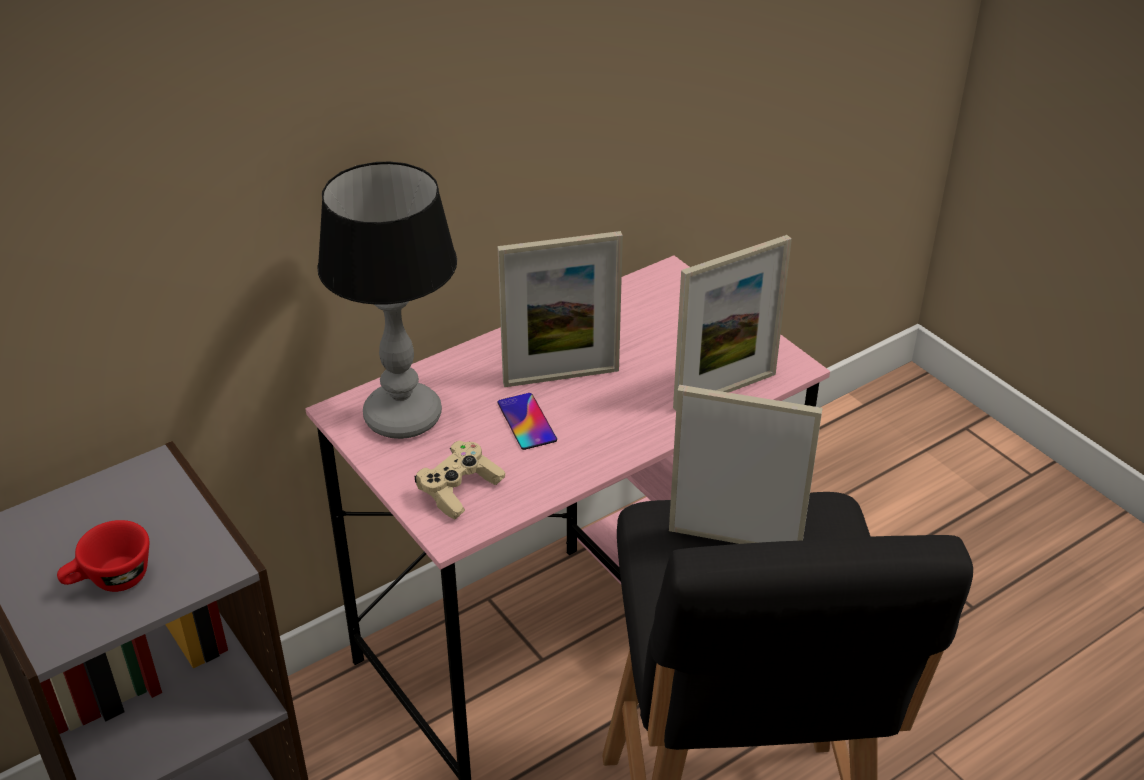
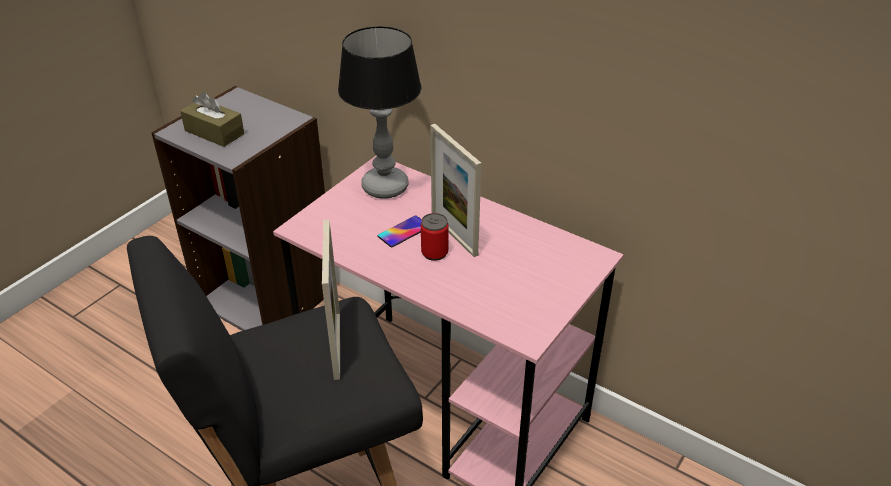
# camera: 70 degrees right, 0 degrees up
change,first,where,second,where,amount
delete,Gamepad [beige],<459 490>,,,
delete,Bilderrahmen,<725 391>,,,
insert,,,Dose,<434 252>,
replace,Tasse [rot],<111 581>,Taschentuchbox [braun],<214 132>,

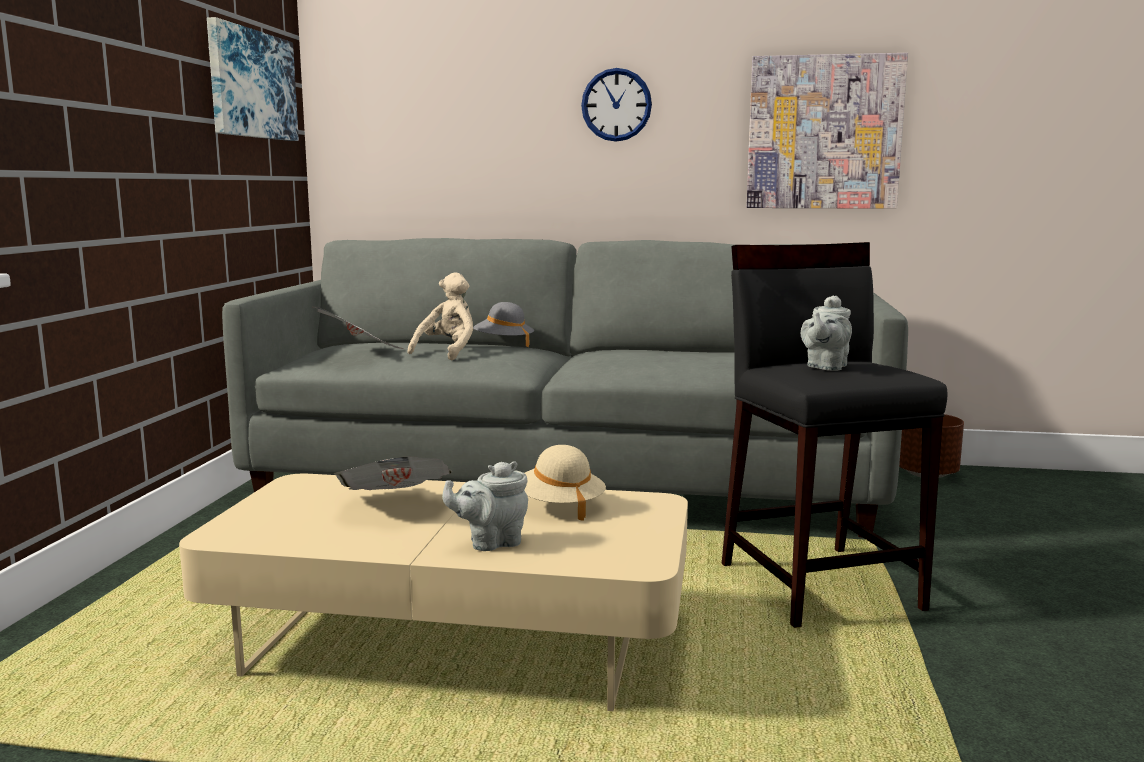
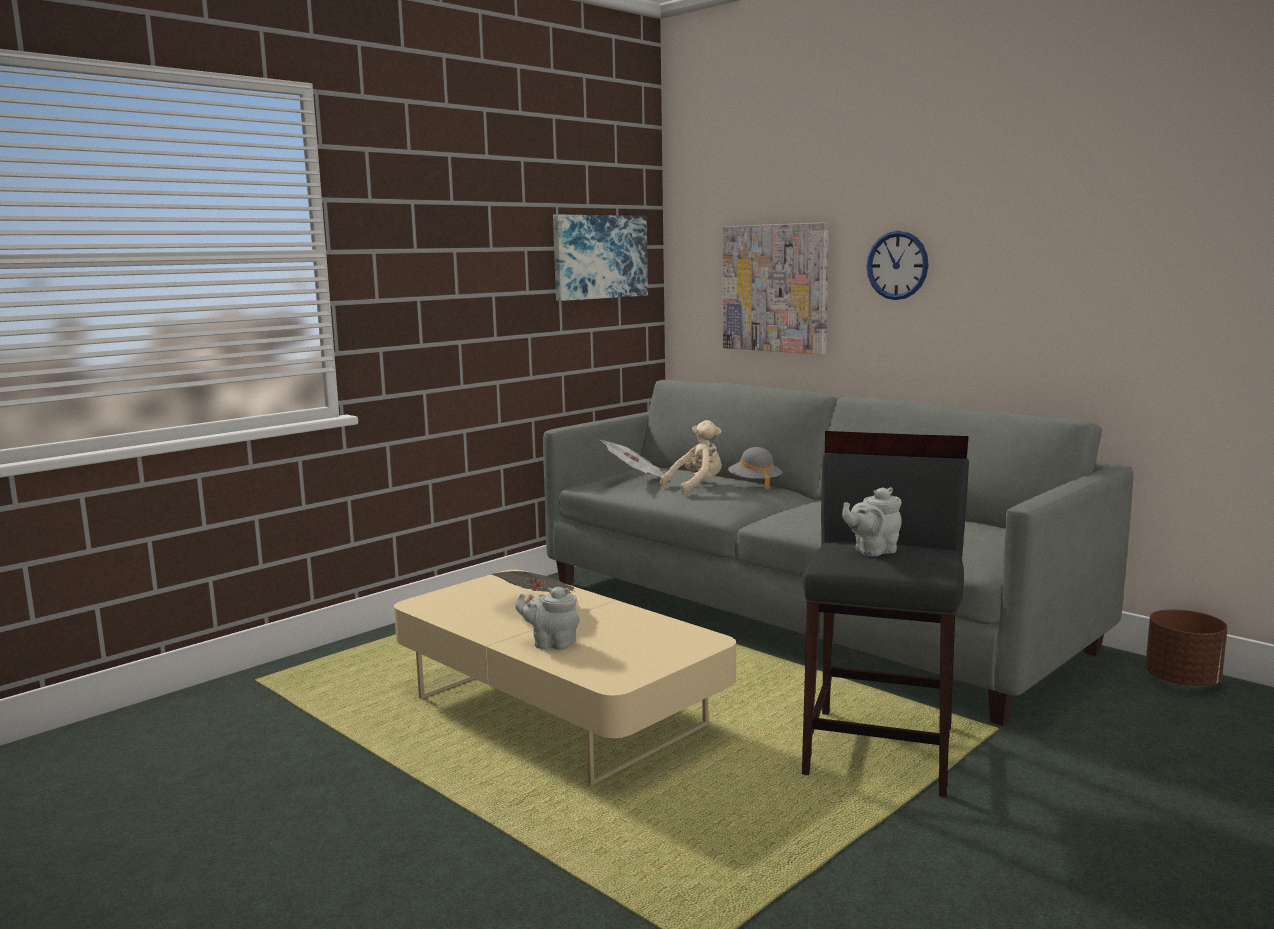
# camera: 35 degrees right, 0 degrees up
change,first,where,second,where,amount
delete,Hut [beige],<559 506>,,,
move,Bild,<824 133>,,<775 288>,

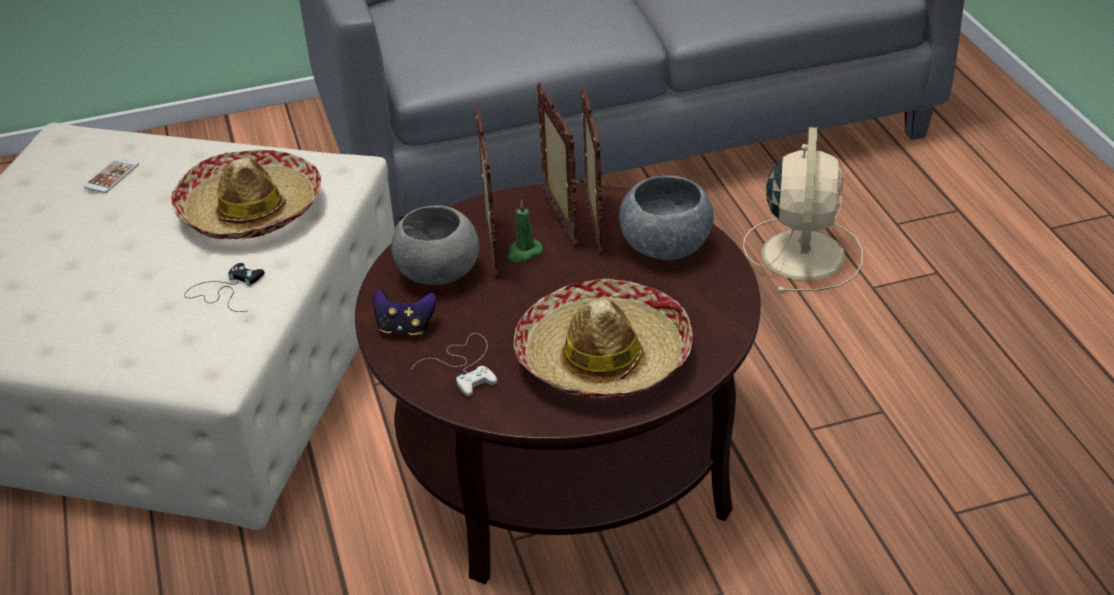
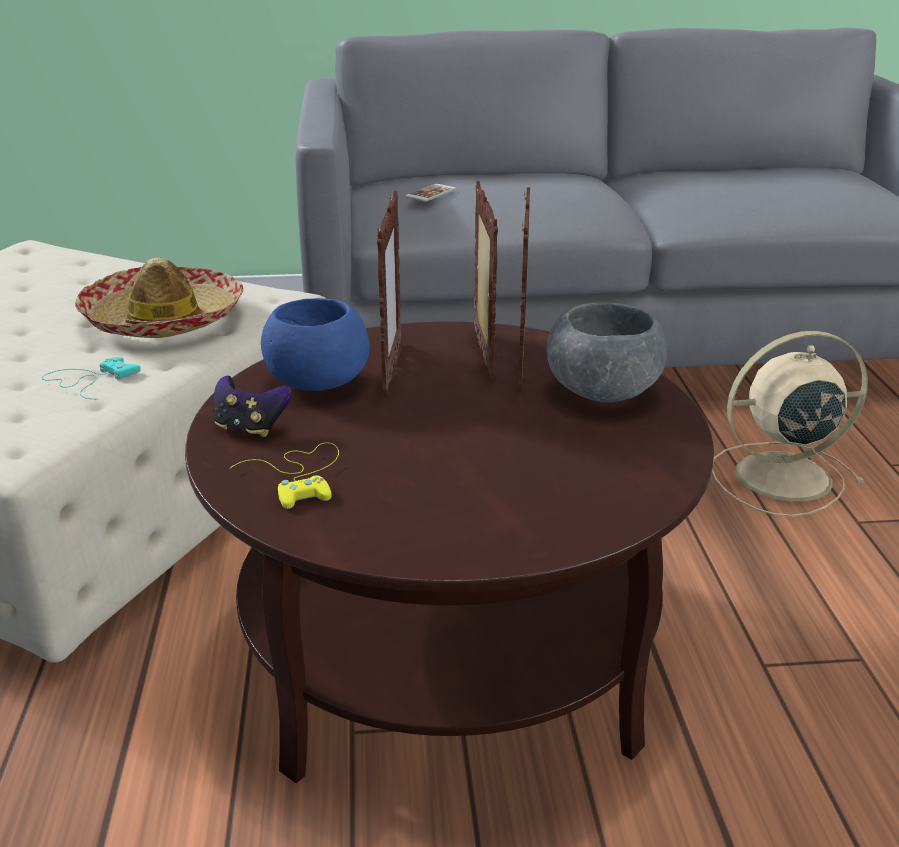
# camera: 10 degrees right, 10 degrees down
change,first,where,second,where,amount
delete,Kerze [grün],<523 253>,,,
delete,Hut,<603 357>,,,
move,Handy,<112 176>,,<431 193>,
recolor,Gamepad [schwarz],<225 291>,Gamepad [türkis],<89 380>,
recolor,Schüssel [grau],<438 275>,Schüssel [blau],<318 384>,
recolor,Gamepad [weiß],<465 365>,Gamepad [gelb],<301 475>,
rotate,Ventilator [beige],<803 252>,,<778 477>,120 degrees counterclockwise

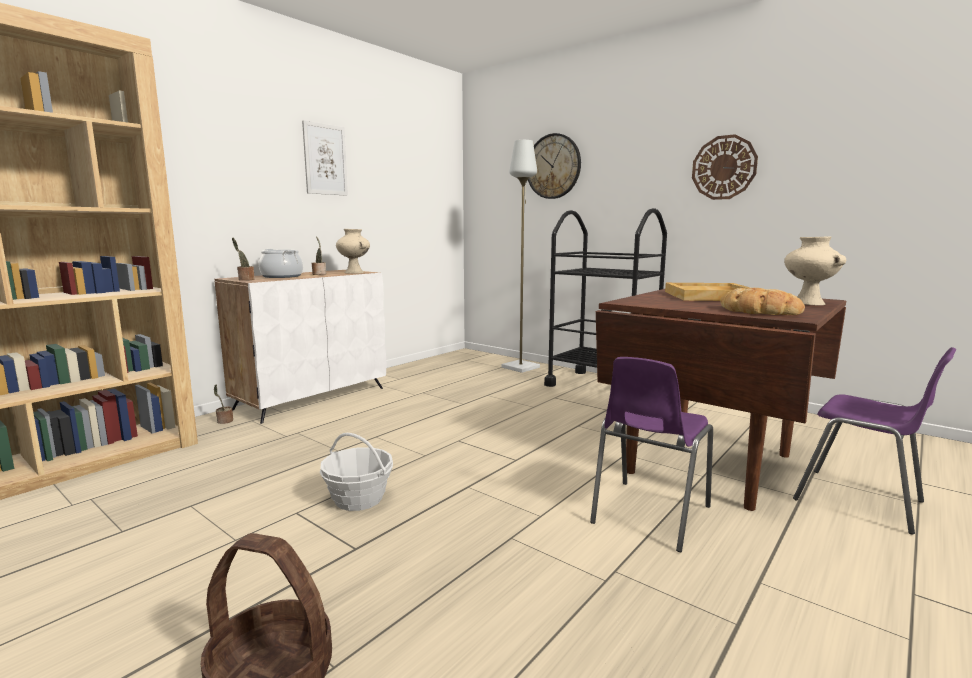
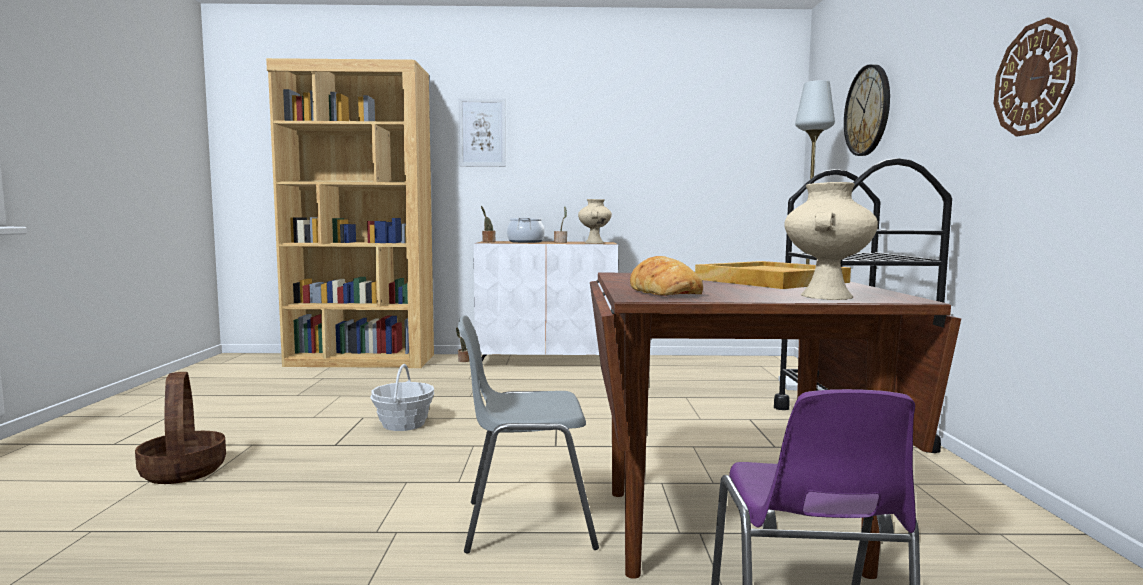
# camera: 50 degrees right, 5 degrees down
change,first,where,second,where,amount
move,Bild,<325 159>,,<482 132>,
recolor,Stuhl [lila],<648 515>,Stuhl [grau],<525 523>,

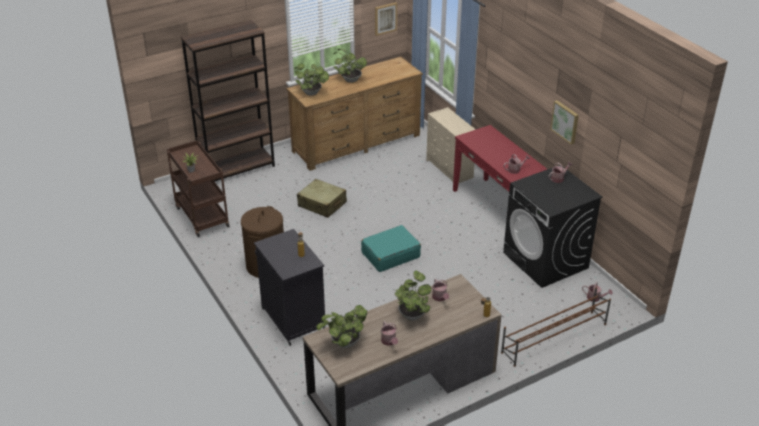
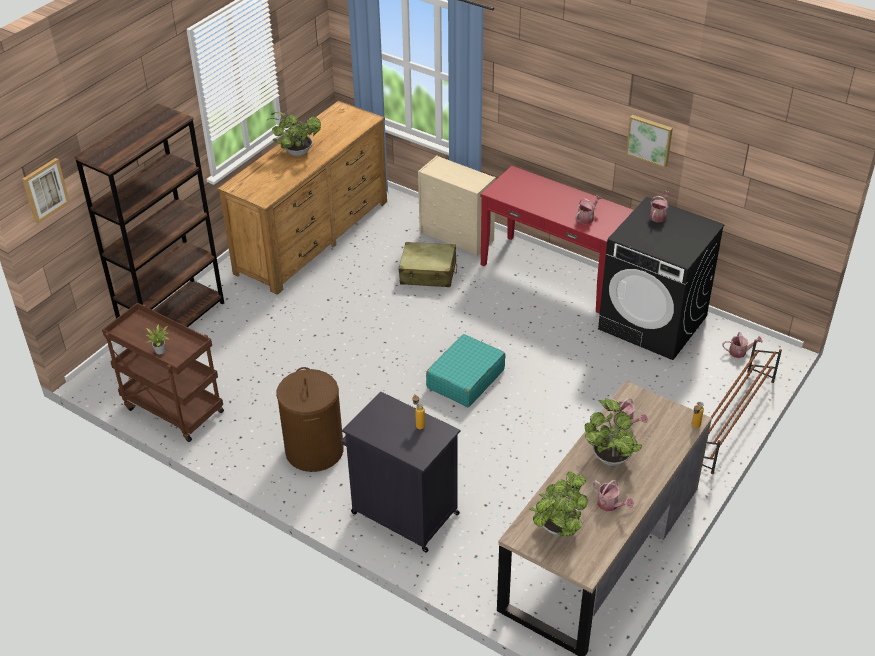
# camera: 25 degrees left, 5 degrees up
change,first,where,second,where,amount
delete,Topfpflanze,<312 93>,,,
move,Koffer [beige],<322 204>,,<428 273>,
move,Bild,<385 18>,,<45 190>,

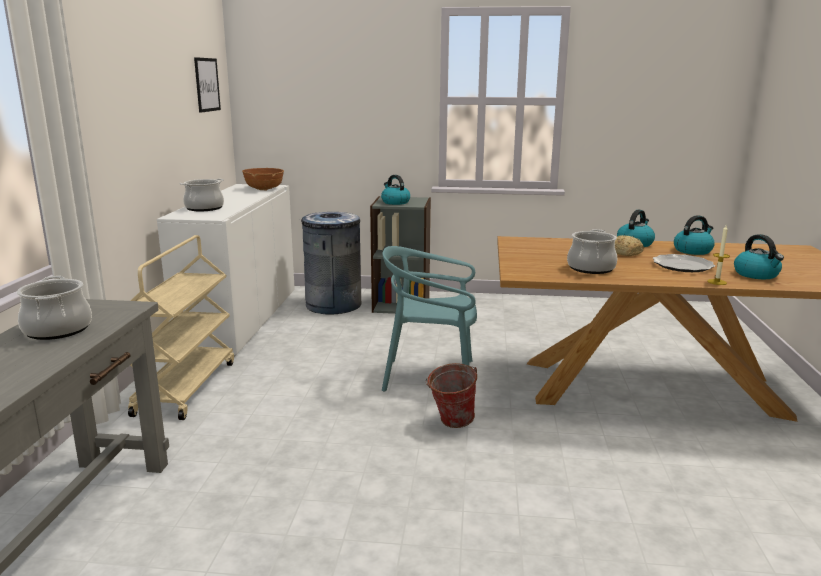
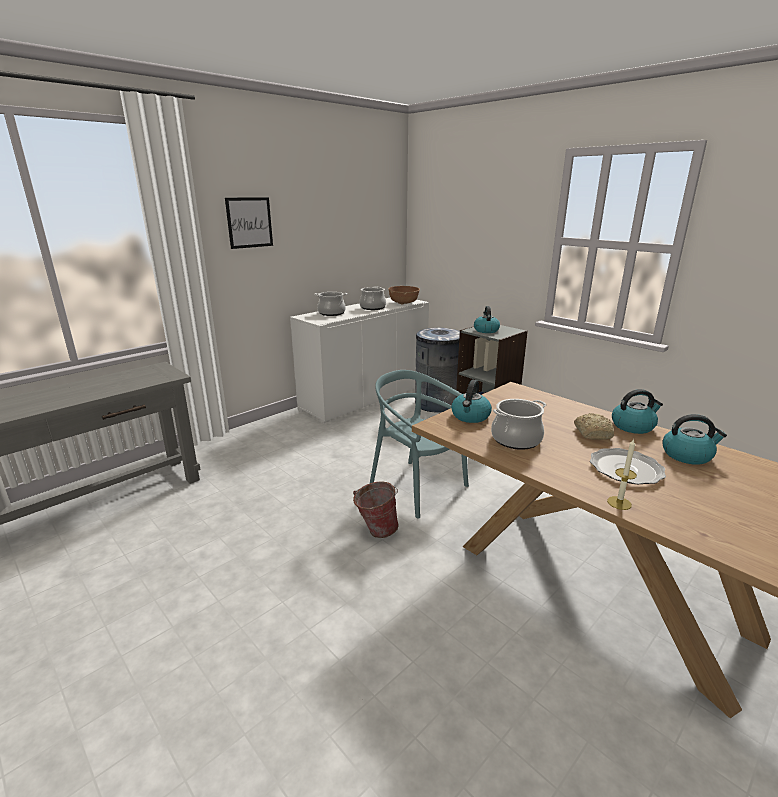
# camera: 40 degrees right, 5 degrees up
change,first,where,second,where,amount
delete,Rollwagen [beige],<185 387>,,,
move,Kochtopf,<58 330>,,<373 307>,
move,Bild,<207 84>,,<249 222>,
move,Wasserkessel,<756 274>,,<470 416>,

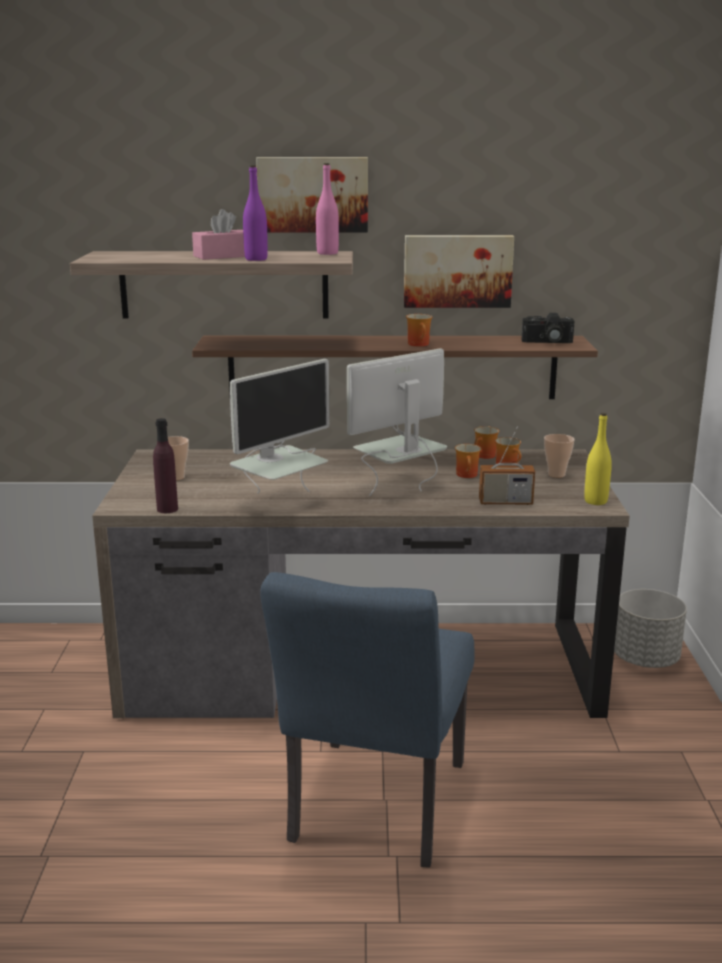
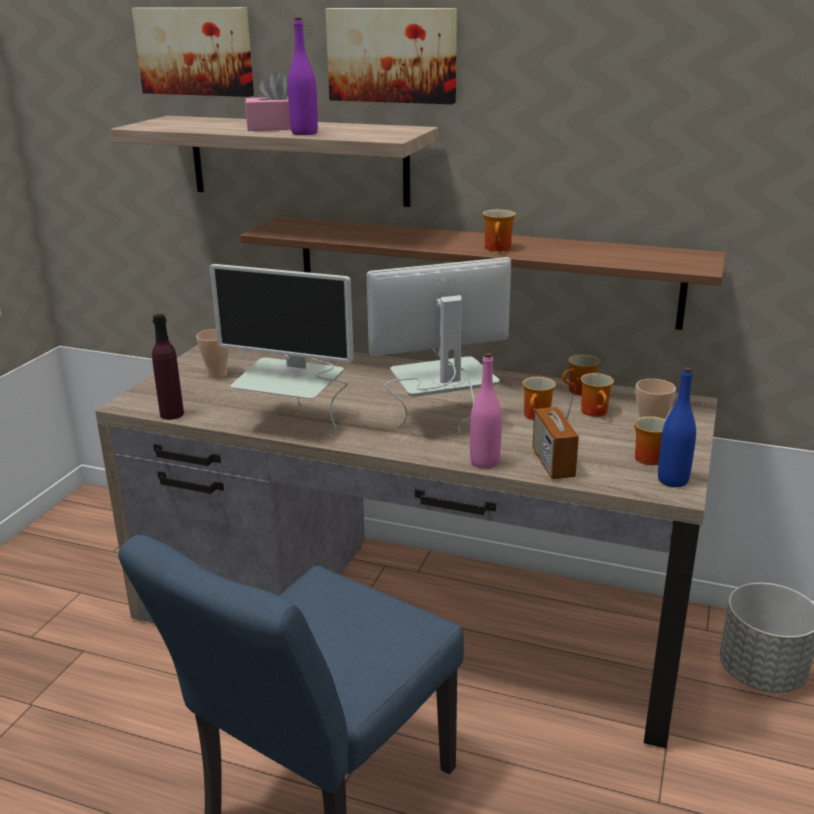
# camera: 20 degrees right, 5 degrees up
change,first,where,second,where,amount
delete,Kamera,<547 342>,,,
insert,,,Henkelbecher,<645 457>,
move,Flasche [rosa],<327 253>,,<484 462>,
move,Bild,<457 271>,,<196 51>,
recolor,Flasche [gelb],<595 501>,Flasche [blau],<672 480>,
rotate,Monitor,<279 502>,,<293 422>,45 degrees clockwise
rotate,Radio,<505 502>,,<553 463>,60 degrees clockwise

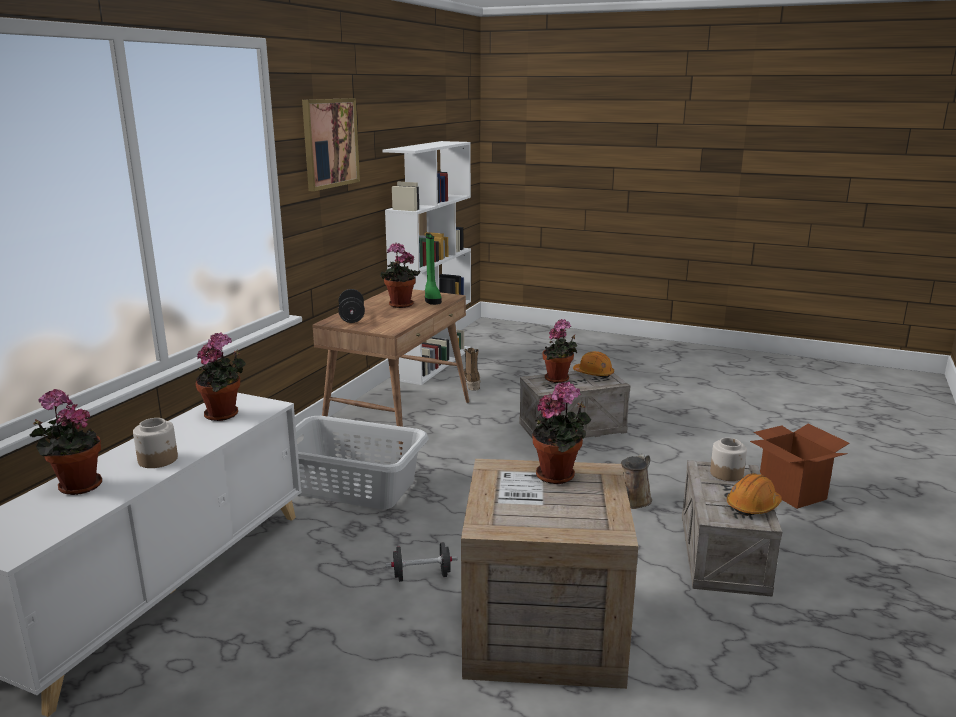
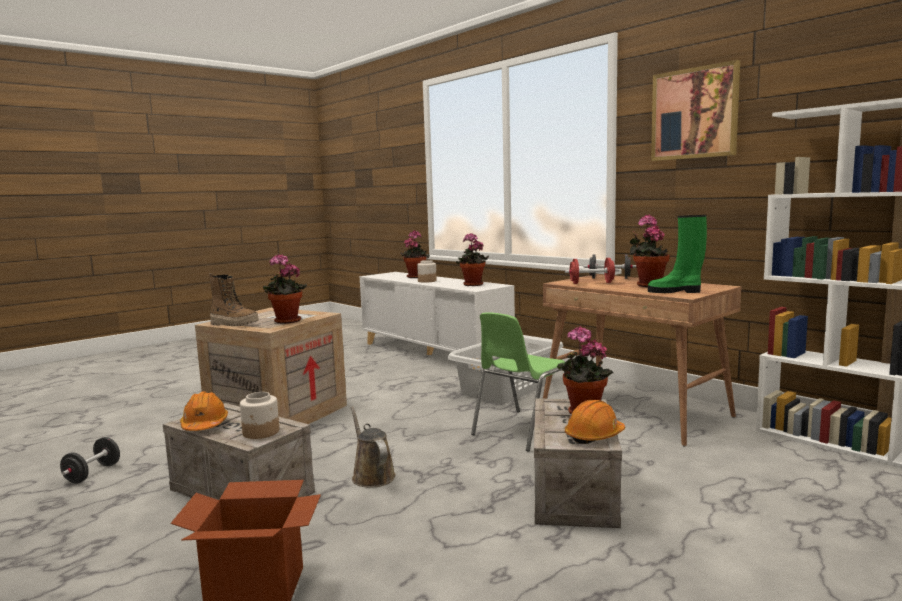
# camera: 115 degrees right, 10 degrees down
change,first,where,second,where,amount
insert,,,Stuhl [grün],<522 430>,
insert,,,Hantel [rot],<591 283>,
move,Hantel [schwarz],<422 576>,,<92 473>,
move,Stiefel,<471 383>,,<234 324>,

